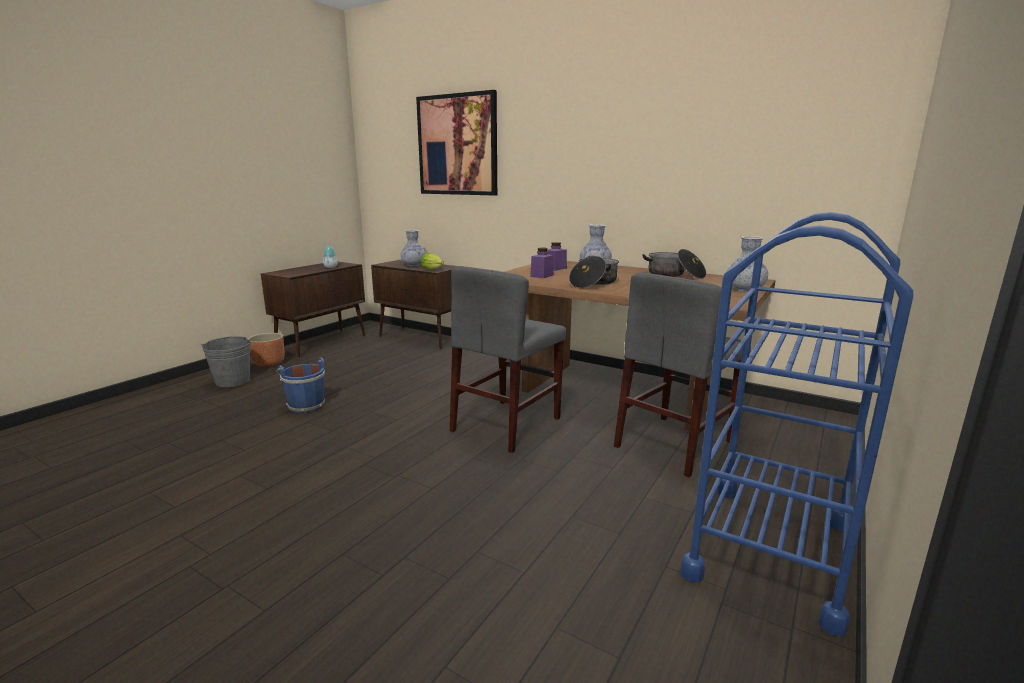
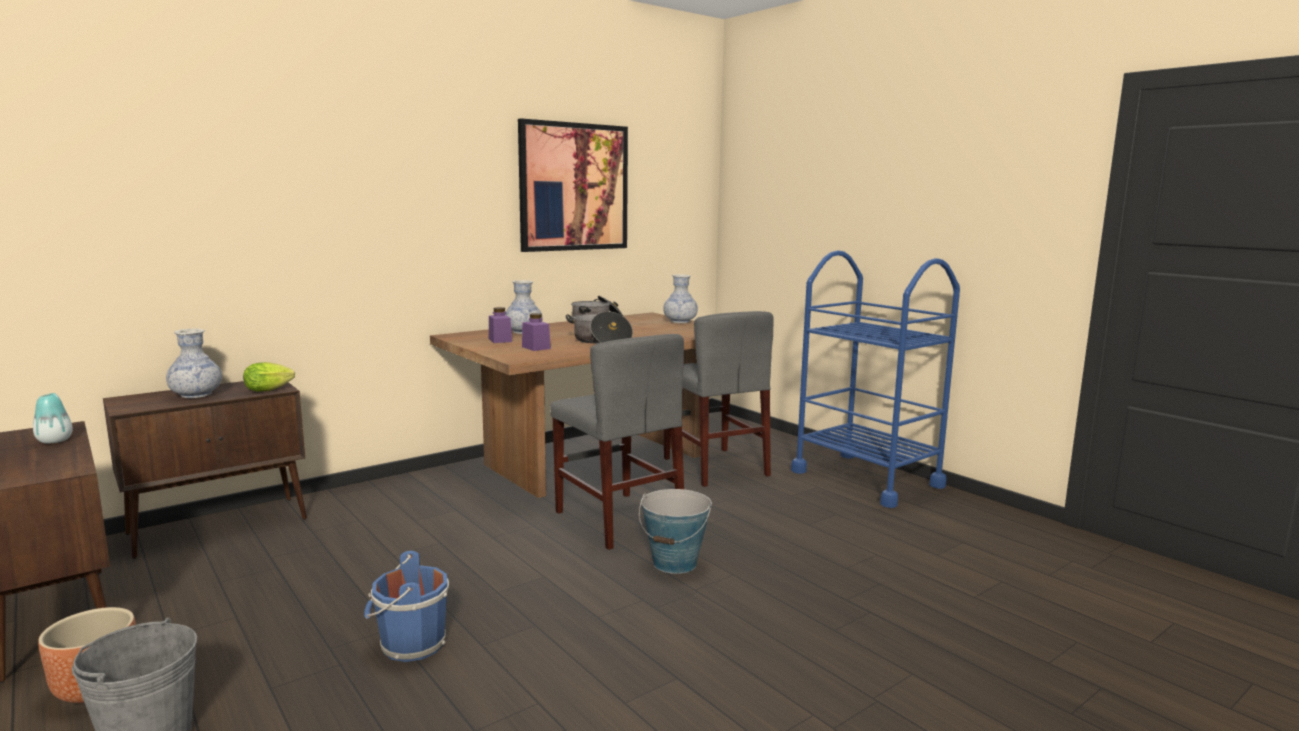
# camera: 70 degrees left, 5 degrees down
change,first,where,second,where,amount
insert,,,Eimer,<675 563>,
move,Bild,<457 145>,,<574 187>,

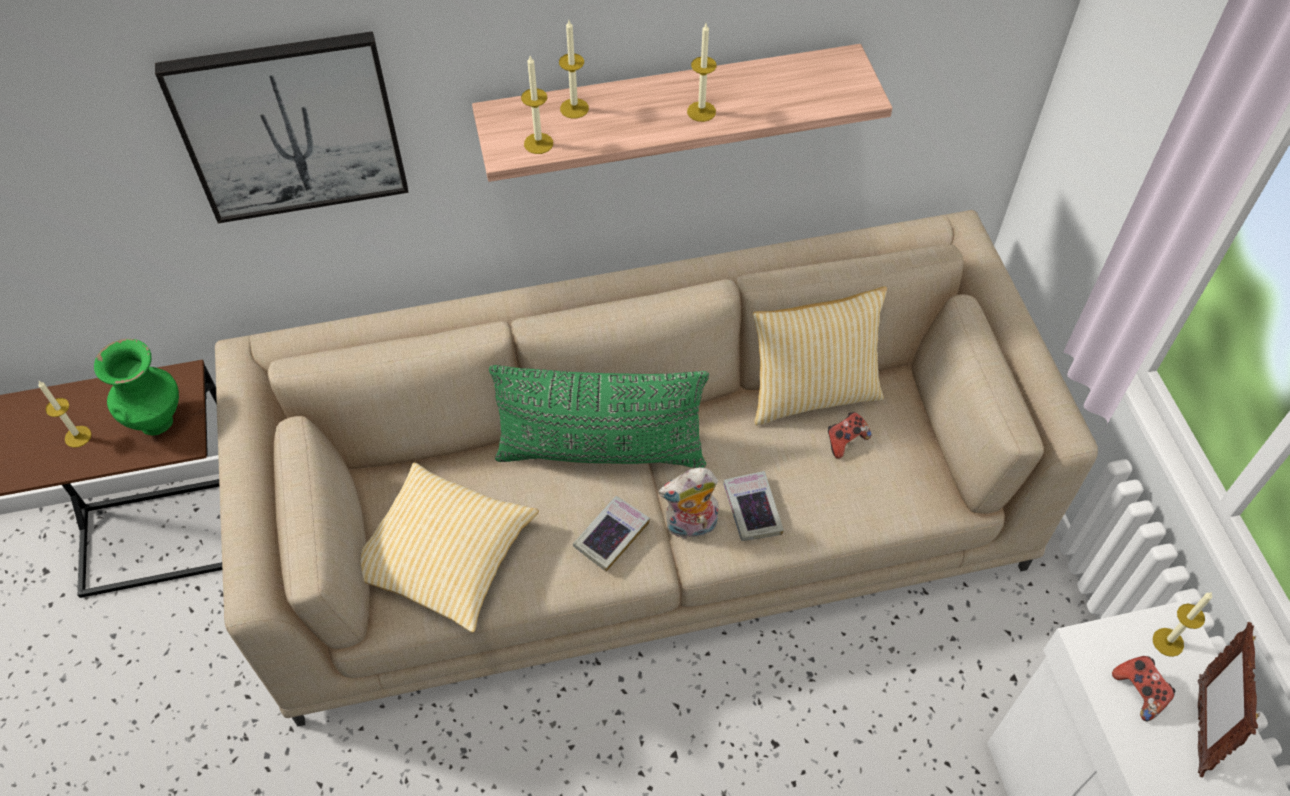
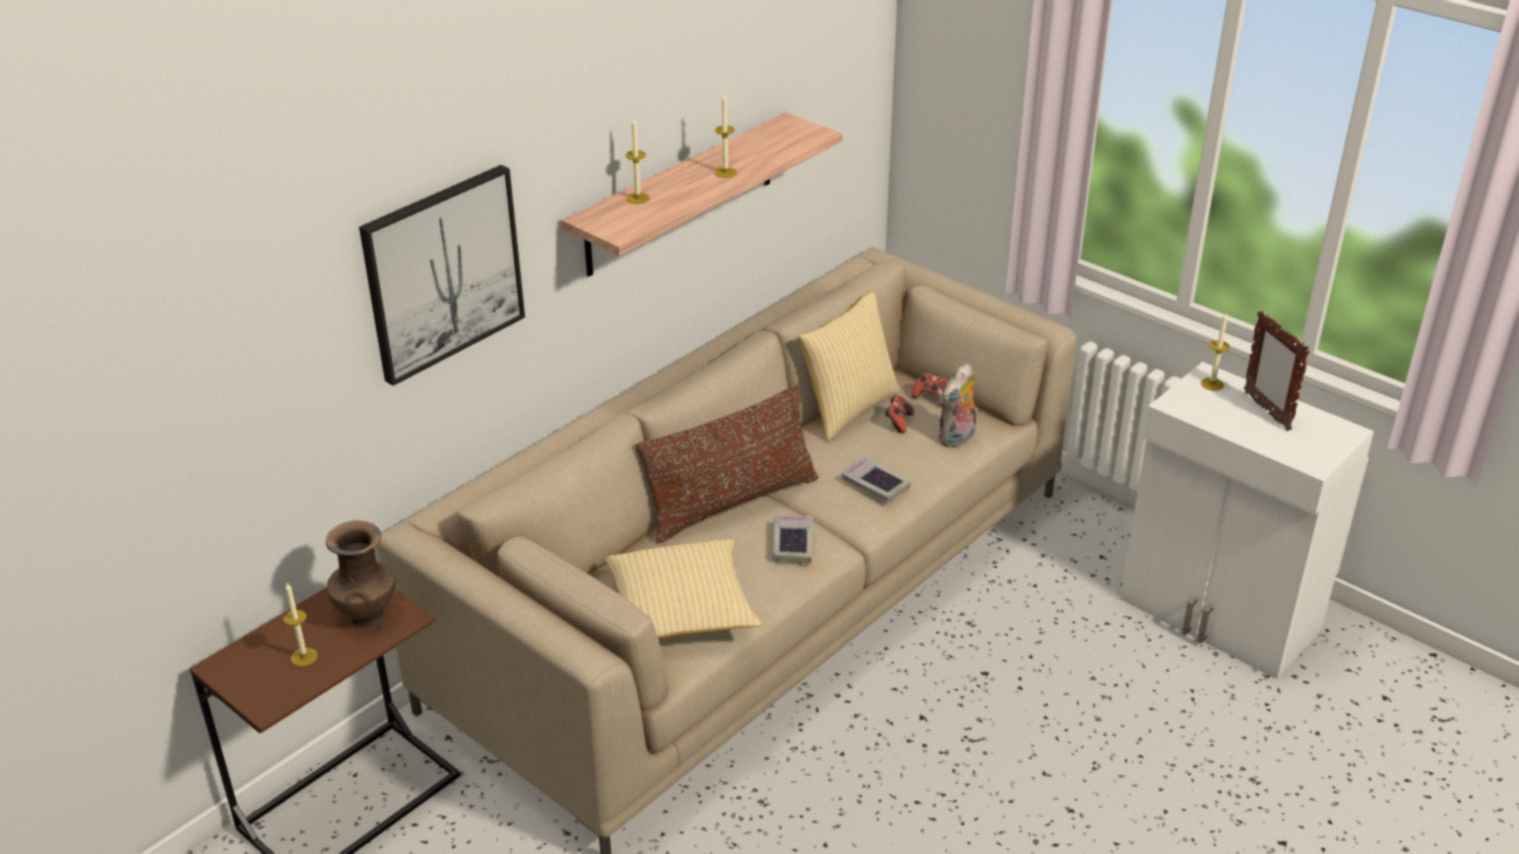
# camera: 35 degrees left, 20 degrees down
change,first,where,second,where,amount
delete,Kerze,<538 143>,,,
move,Plüschtier,<690 527>,,<957 439>,
move,Gamepad,<1139 691>,,<931 398>,
recolor,Vase [grün],<157 420>,Vase [braun],<367 615>,
recolor,Kissen [grün],<601 450>,Kissen [braun],<732 503>,

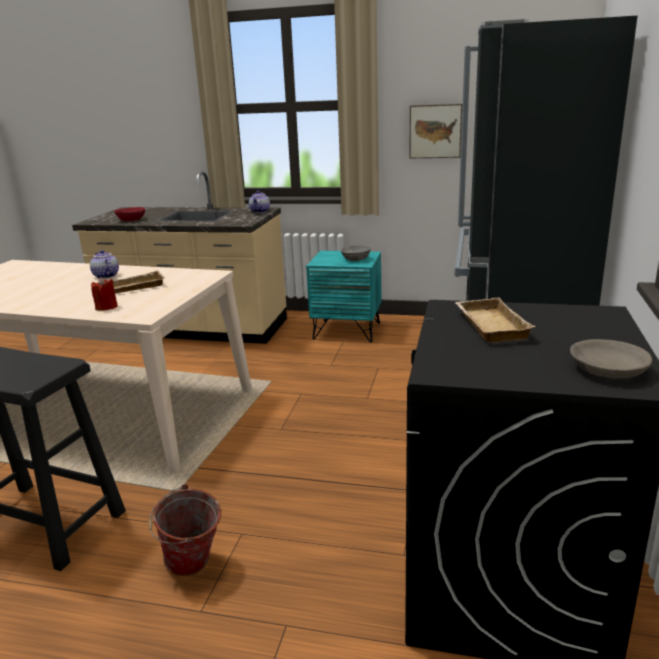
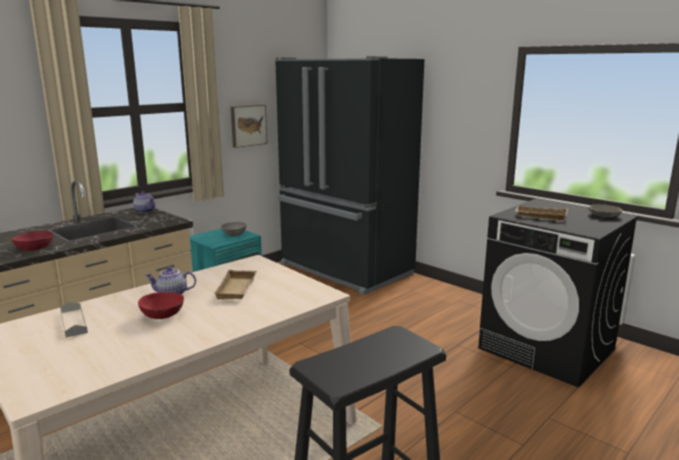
# camera: 60 degrees left, 5 degrees down
change,first,where,second,where,amount
delete,Kerze [rot],<106 307>,,,
delete,Eimer,<192 567>,,,
insert,,,Tablett [grau],<73 322>,
insert,,,Schüssel [rot],<162 315>,

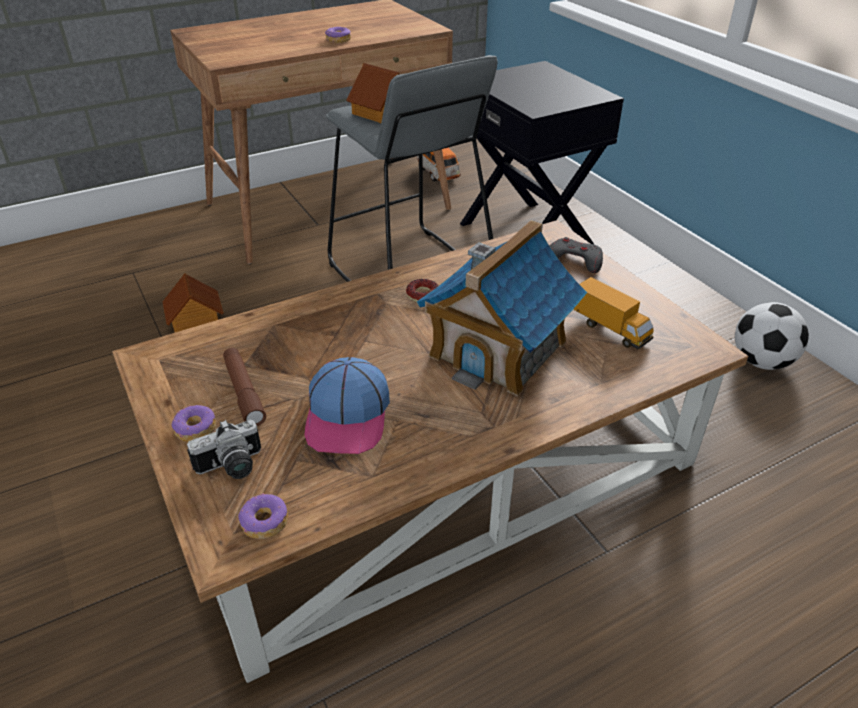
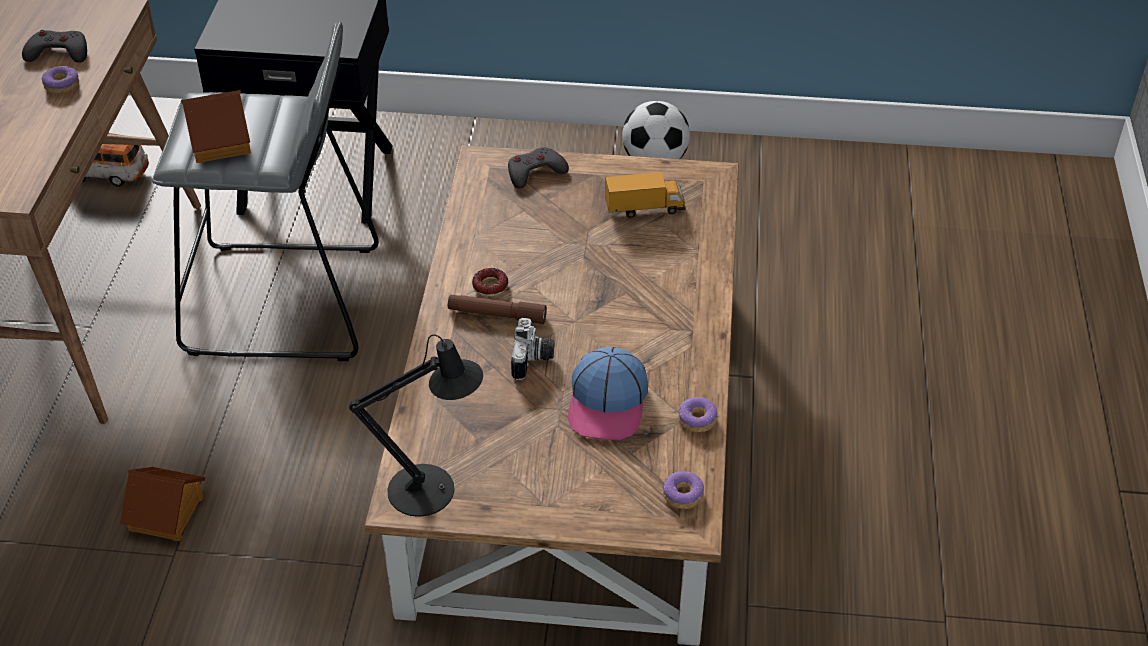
# camera: 55 degrees left, 5 degrees up
change,first,where,second,where,amount
delete,Spielzeughaus,<499 349>,,,
insert,,,Gamepad [grau],<58 52>,
insert,,,Tischlampe [schwarz],<431 490>,
move,Donut,<195 429>,,<697 420>,
move,Kamera,<232 468>,,<533 360>,
move,Taschenlampe [braun],<244 392>,,<497 315>,
rotate,Kappe,<348 416>,,<608 403>,60 degrees clockwise

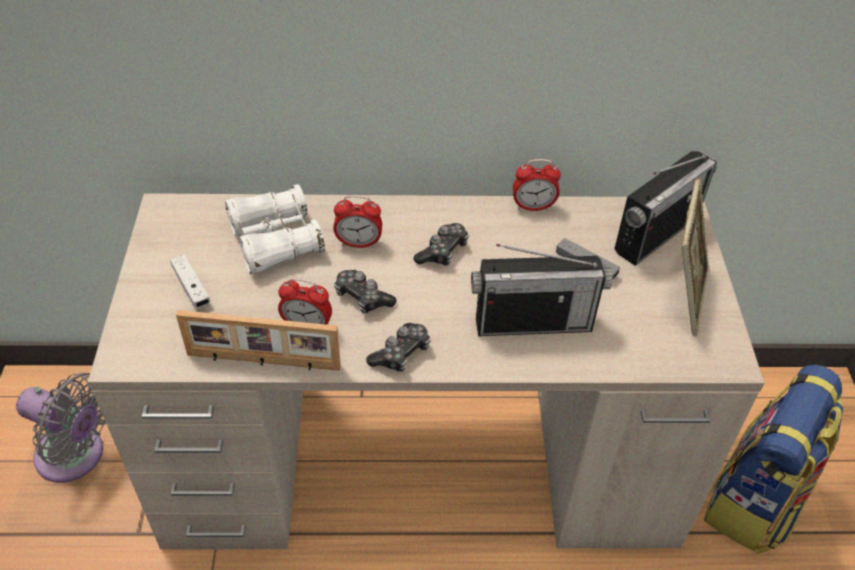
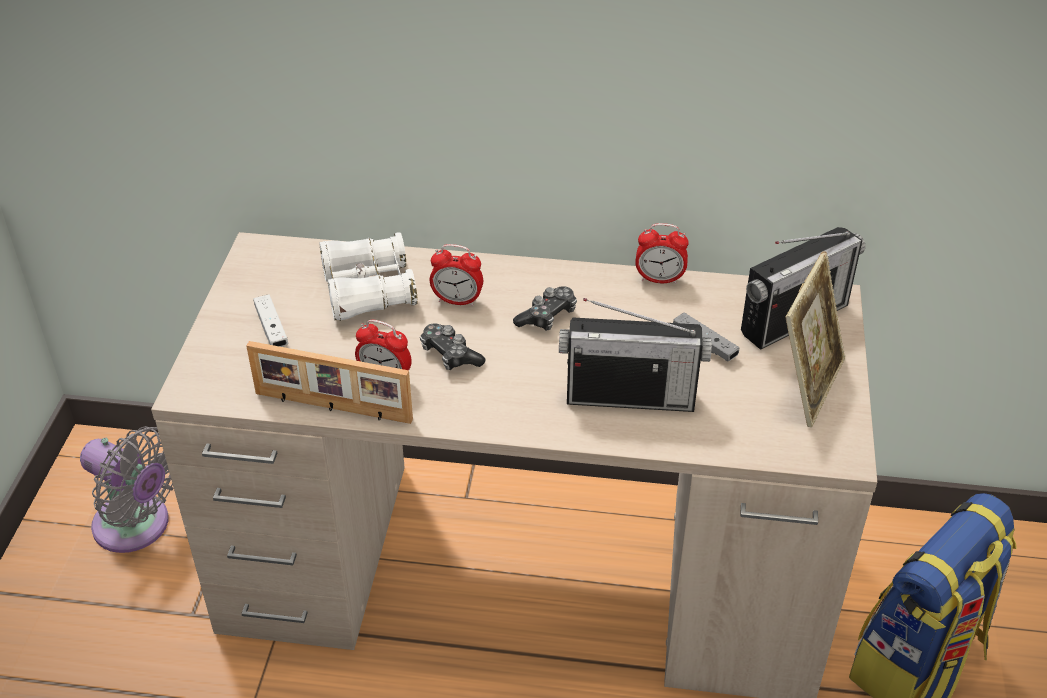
# camera: 10 degrees right, 5 degrees down
change,first,where,second,where,amount
delete,Gamepad,<401 353>,,,

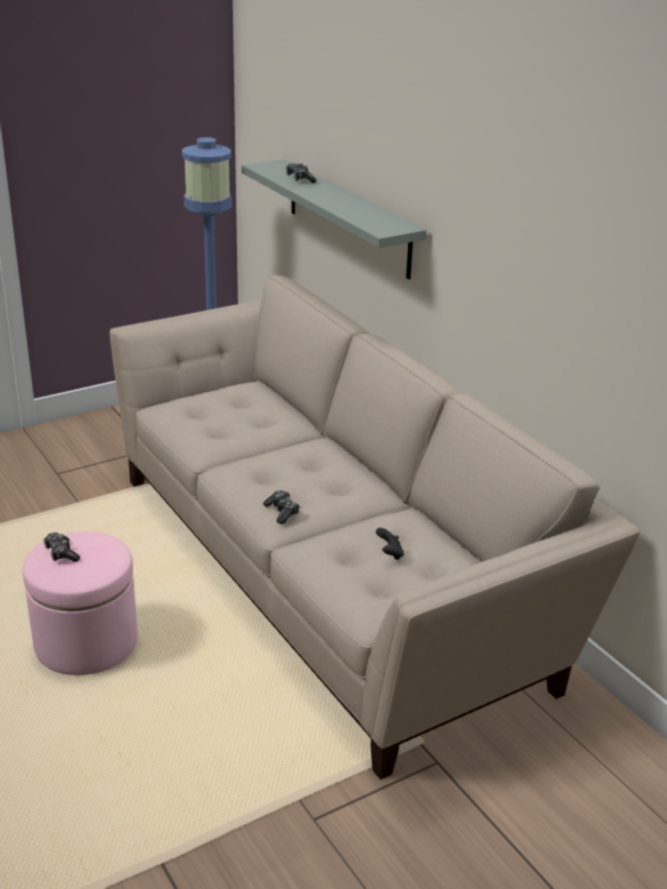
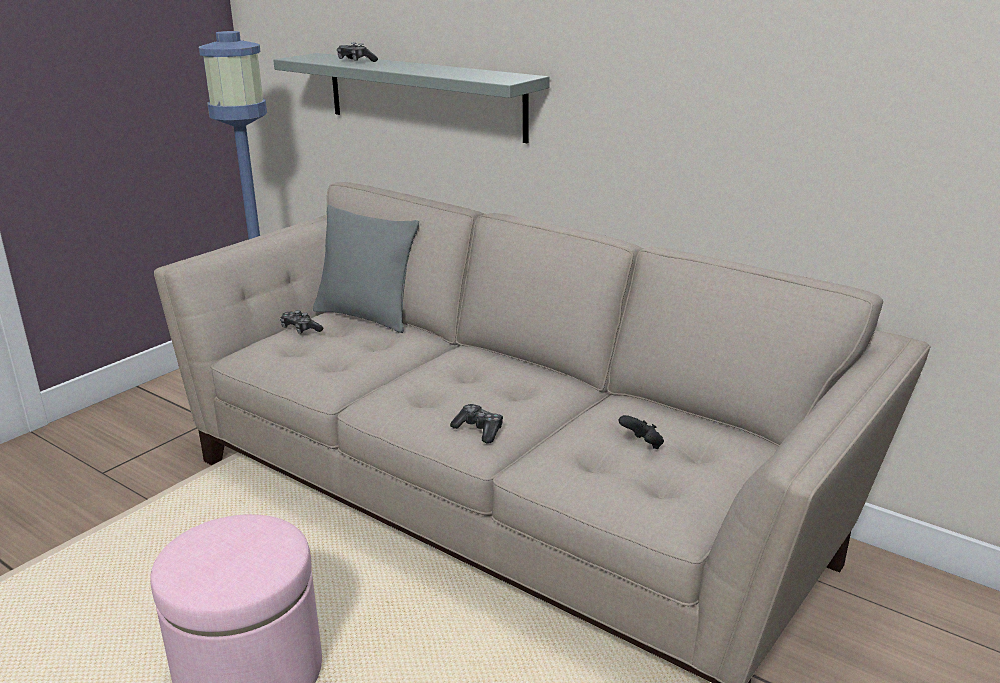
# camera: 20 degrees left, 5 degrees down
change,first,where,second,where,amount
insert,,,Kissen [grau],<366 316>,
move,Gamepad,<61 553>,,<300 329>,

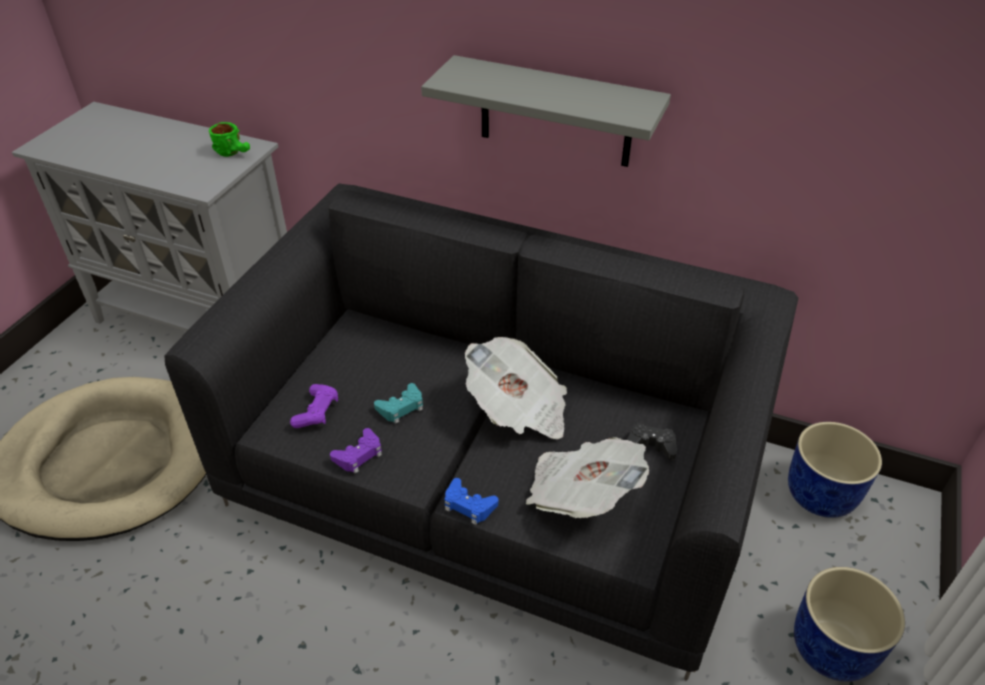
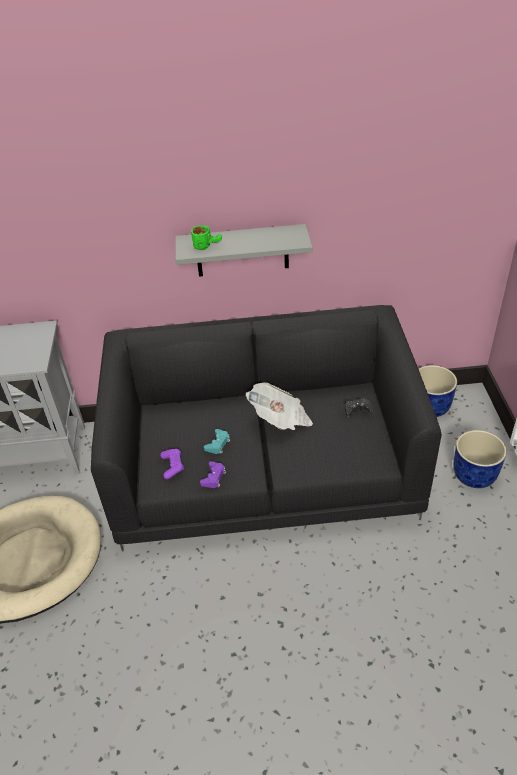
# camera: 25 degrees left, 0 degrees up
change,first,where,second,where,amount
delete,Gamepad [blau],<468 505>,,,
delete,Zeitung,<581 493>,,,
move,Henkelbecher [grün],<235 153>,,<207 245>,

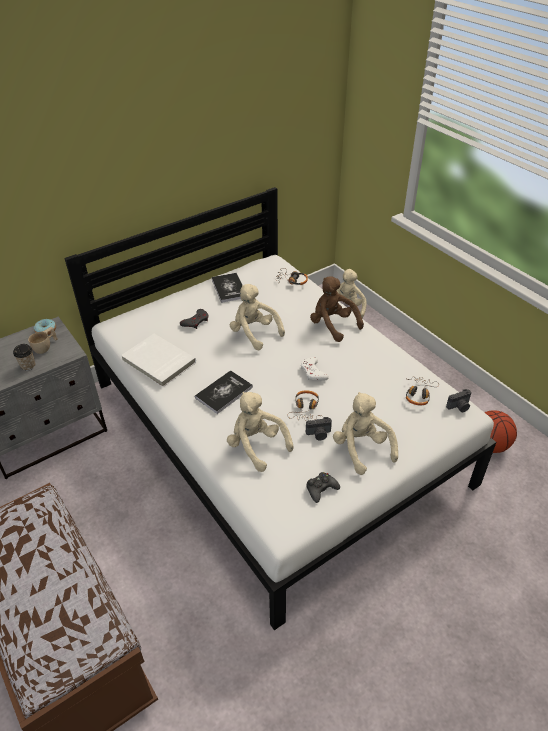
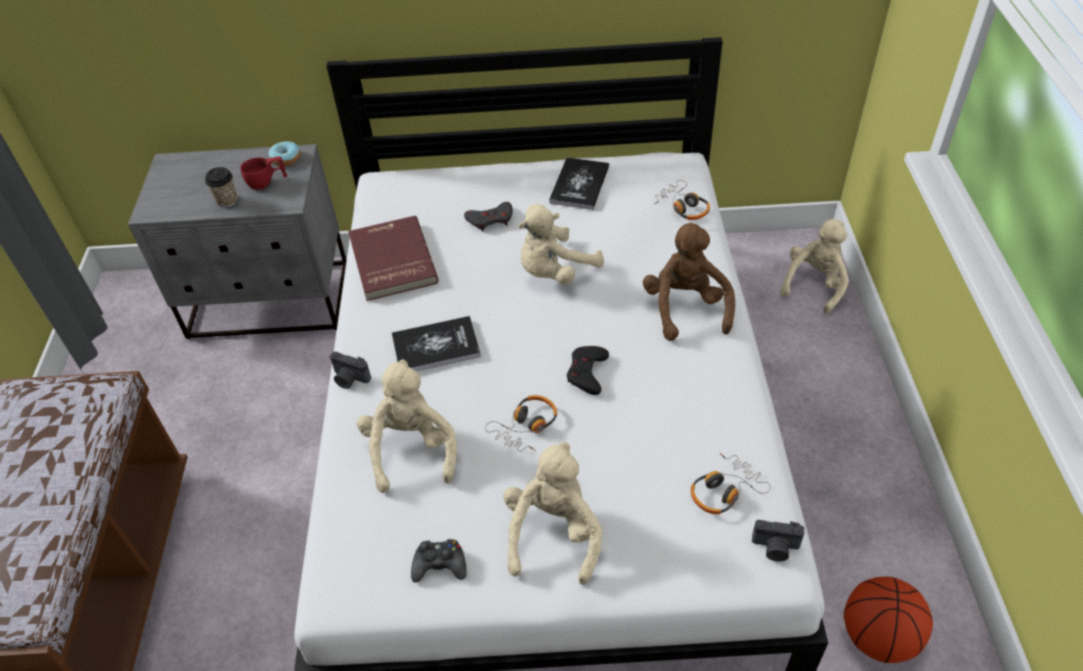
# camera: 35 degrees right, 5 degrees up
change,first,where,second,where,amount
move,Kamera,<319 434>,,<349 379>,
recolor,Tasse [beige],<46 347>,Tasse [rot],<267 182>,
recolor,Buch [weiß],<158 362>,Buch [rot],<391 261>,
recolor,Gamepad [weiß],<313 372>,Gamepad [schwarz],<587 373>,
rotate,Plüschtier [beige],<254 333>,,<554 271>,120 degrees counterclockwise

